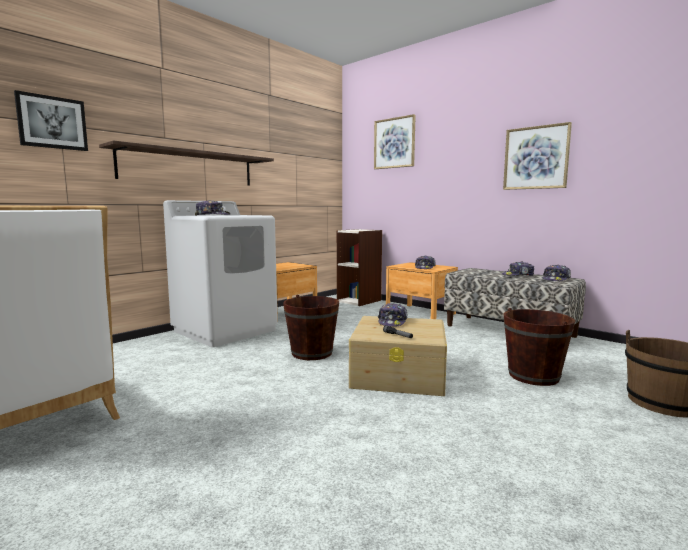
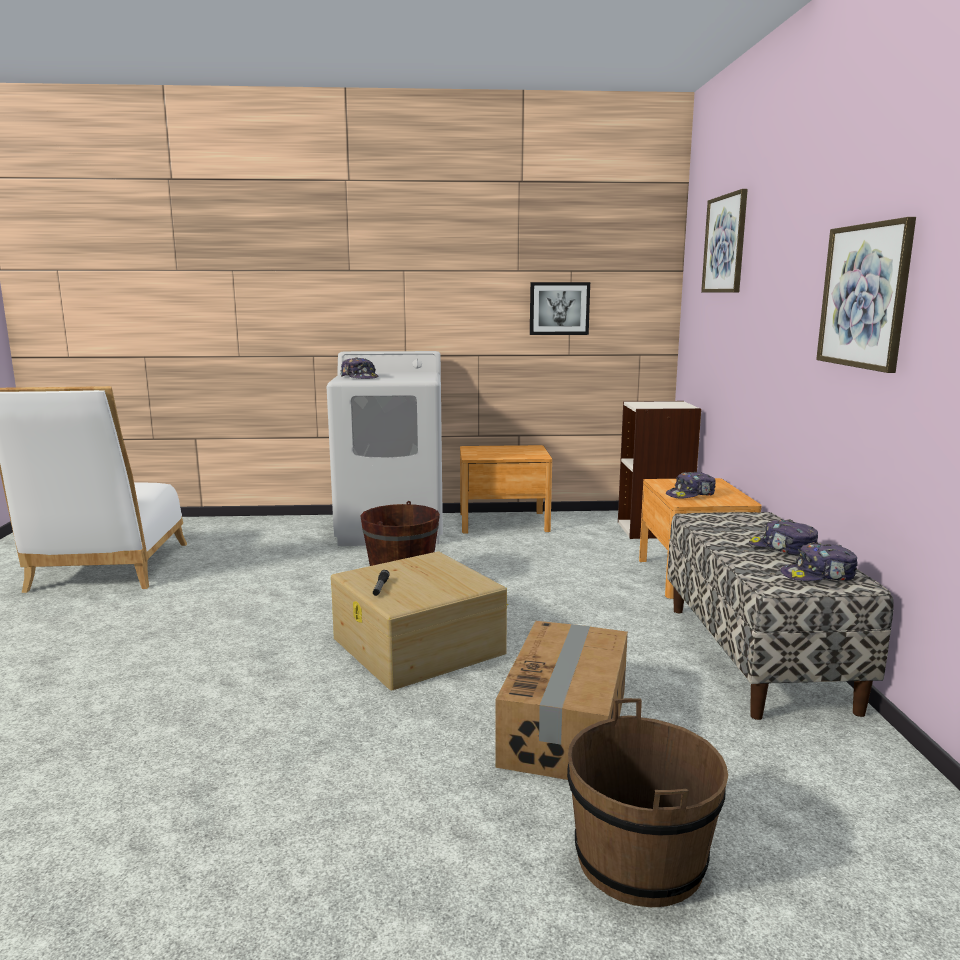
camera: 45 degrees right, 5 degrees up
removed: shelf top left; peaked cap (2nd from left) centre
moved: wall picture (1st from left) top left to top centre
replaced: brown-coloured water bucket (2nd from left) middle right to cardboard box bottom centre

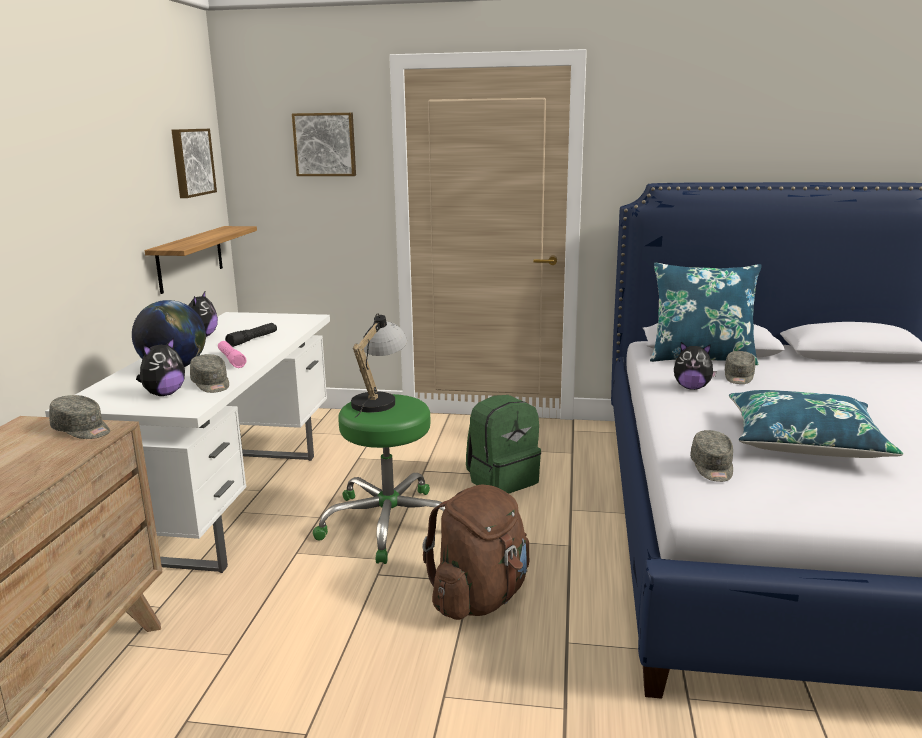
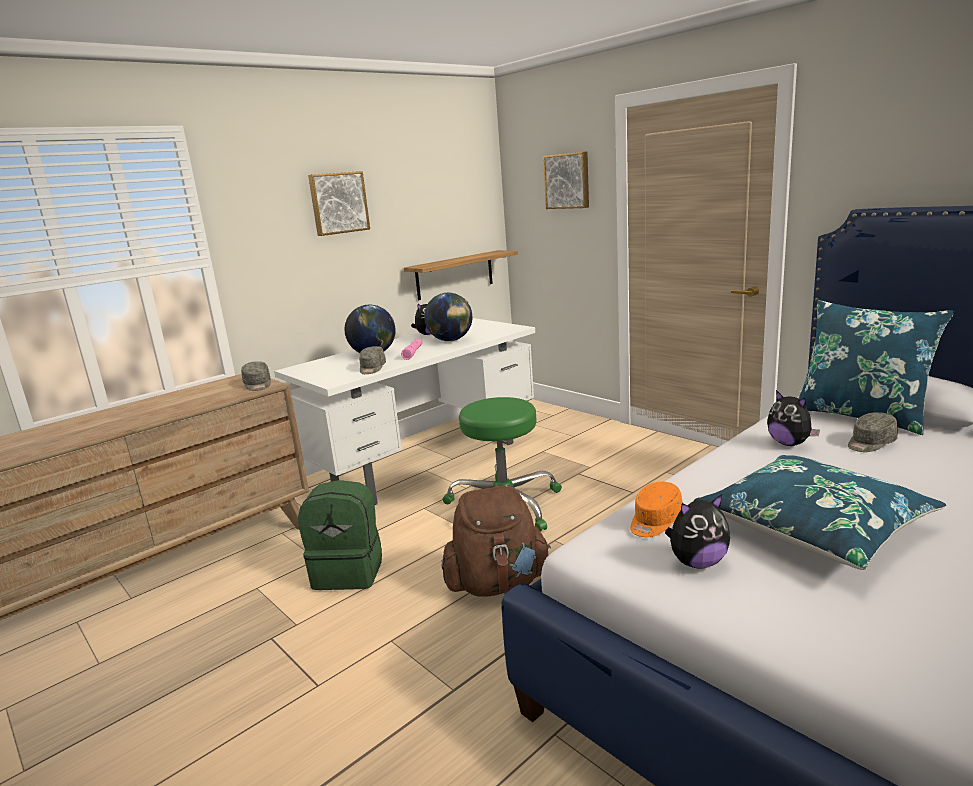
camera: 40 degrees right, 0 degrees up
removed: tabletop lamp centre
moved: wall picture (1st from left) top left to top centre; plush toy (1st from left in the first image) middle left to plush toy (2nd from left) bottom right; green knapsack centre to bottom centre
replaced: black flashlight middle left to globe (2nd from left) centre
recoloured: gray peaked cap (3rd from left) middle right to orangey peaked cap middle right

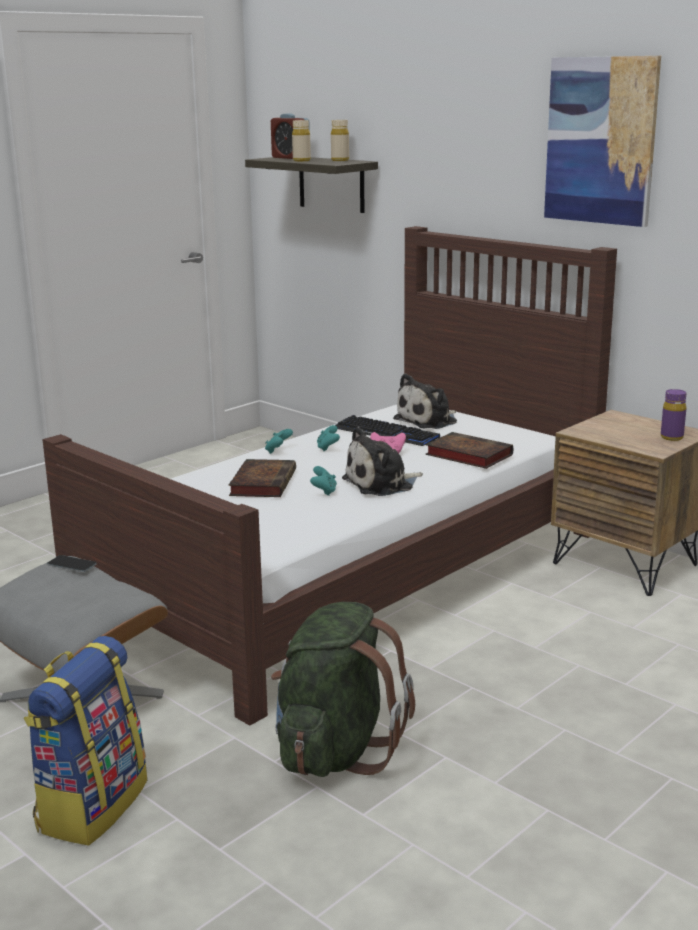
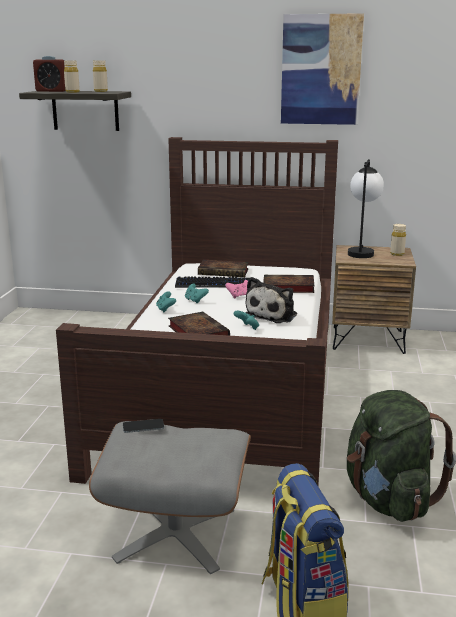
camera: 35 degrees left, 0 degrees up
added: tabletop lamp middle right
replaced: plush toy (2nd from left) centre to bound book (2nd from left) centre
recoloured: purple-coloured drink bottle middle right to beige drink bottle (3rd from left) middle right

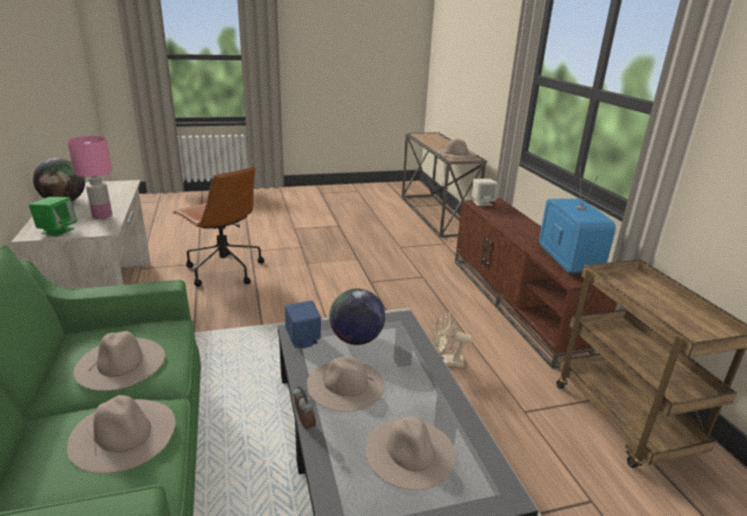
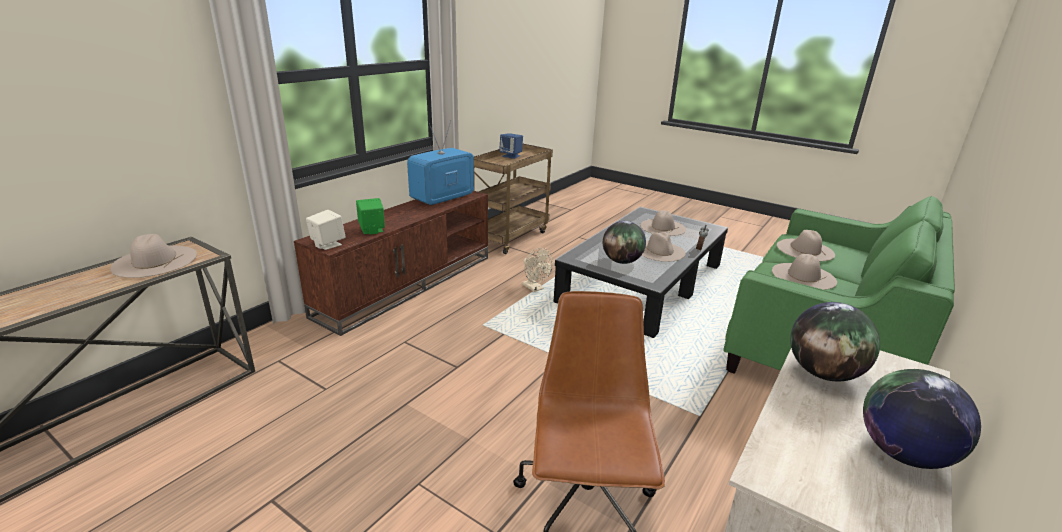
camera: 130 degrees left, 0 degrees up
moved: green loudspeaker middle left to centre; bluish loudspeaker centre to top centre
replaced: pink tabletop lamp middle left to globe (2nd from left) middle right

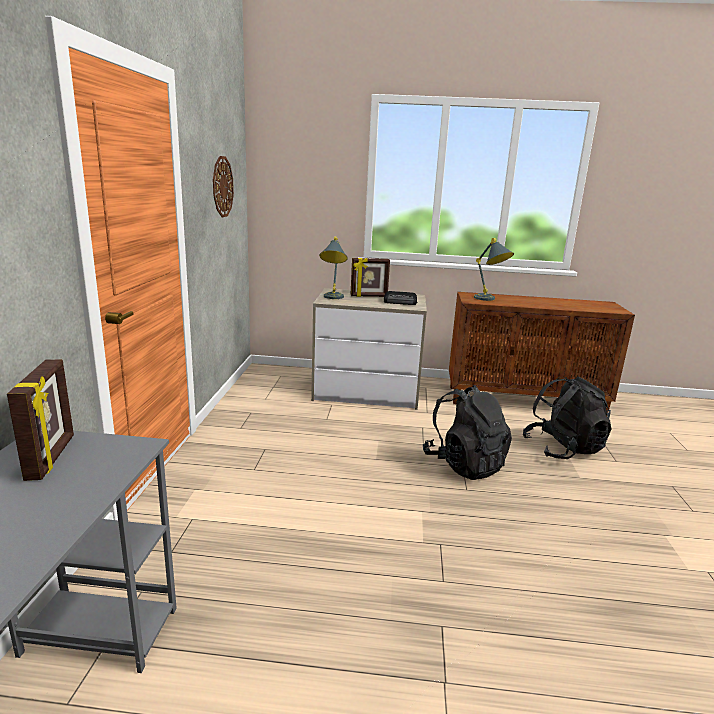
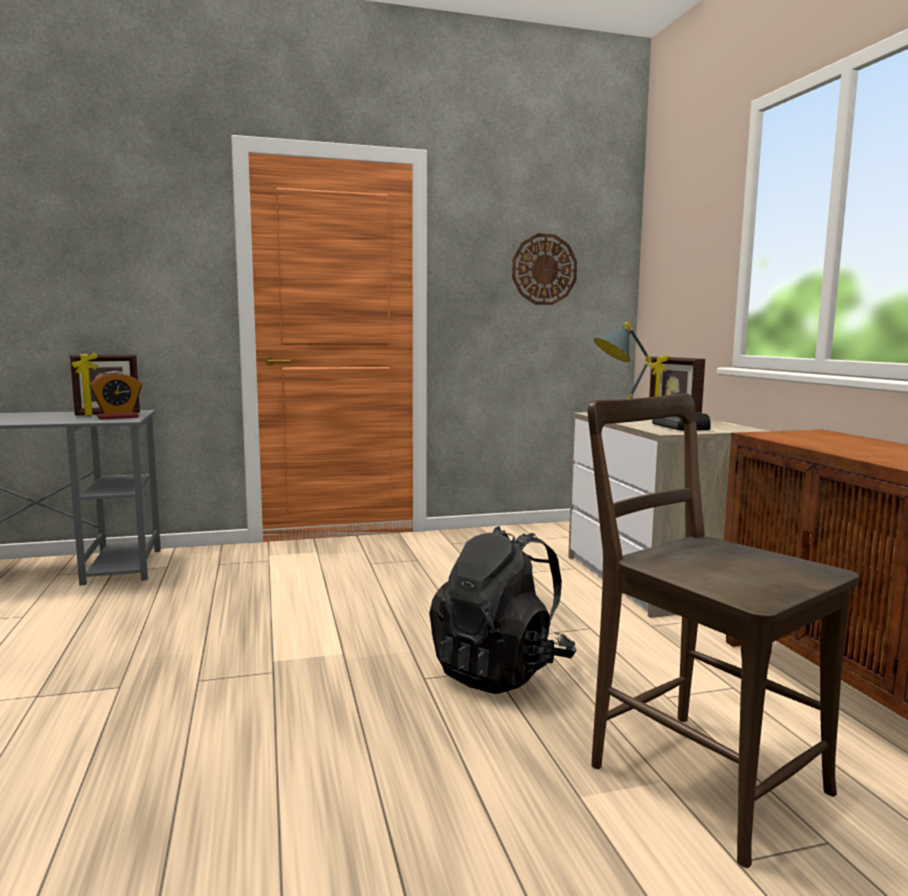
camera: 70 degrees right, 10 degrees down
removed: gray tabletop lamp (2nd from left) middle right
added: bedside clock middle left
replaced: black knapsack (2nd from left) middle right to brown-coloured plain chair bottom right

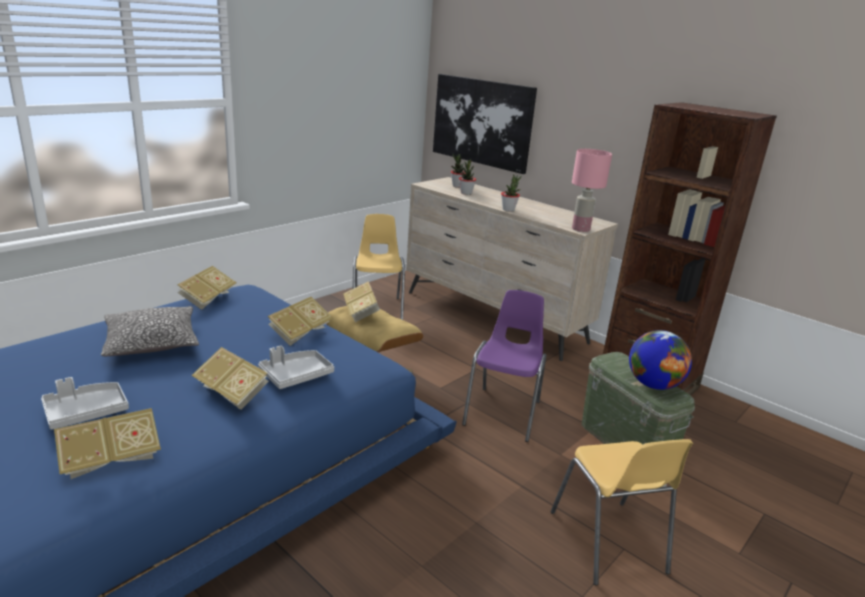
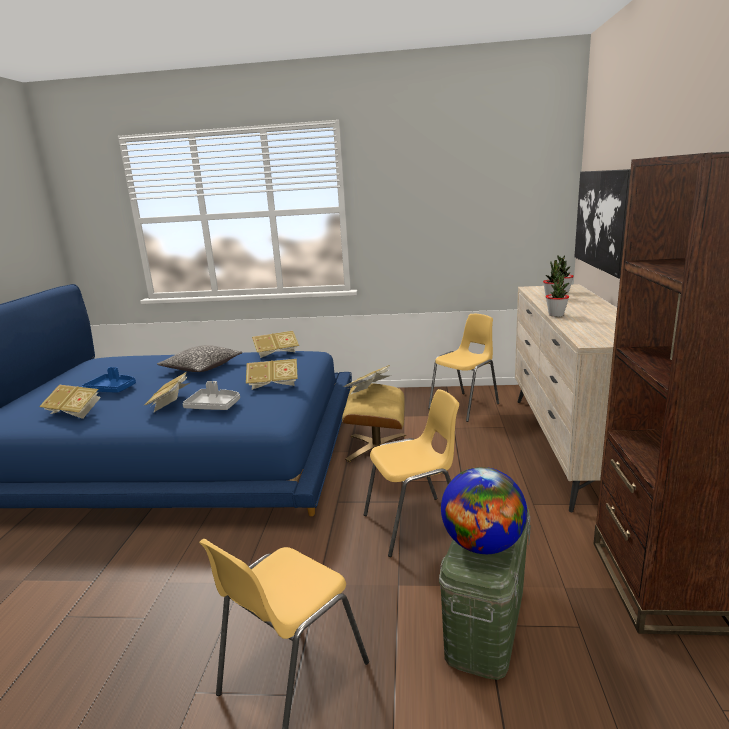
camera: 55 degrees right, 5 degrees down
removed: pink tabletop lamp top right
recoloured: purple-coloured plain chair centre to yellow plain chair (2nd from left) centre; gray carrying tray (1st from left) bottom left to bluish carrying tray middle left

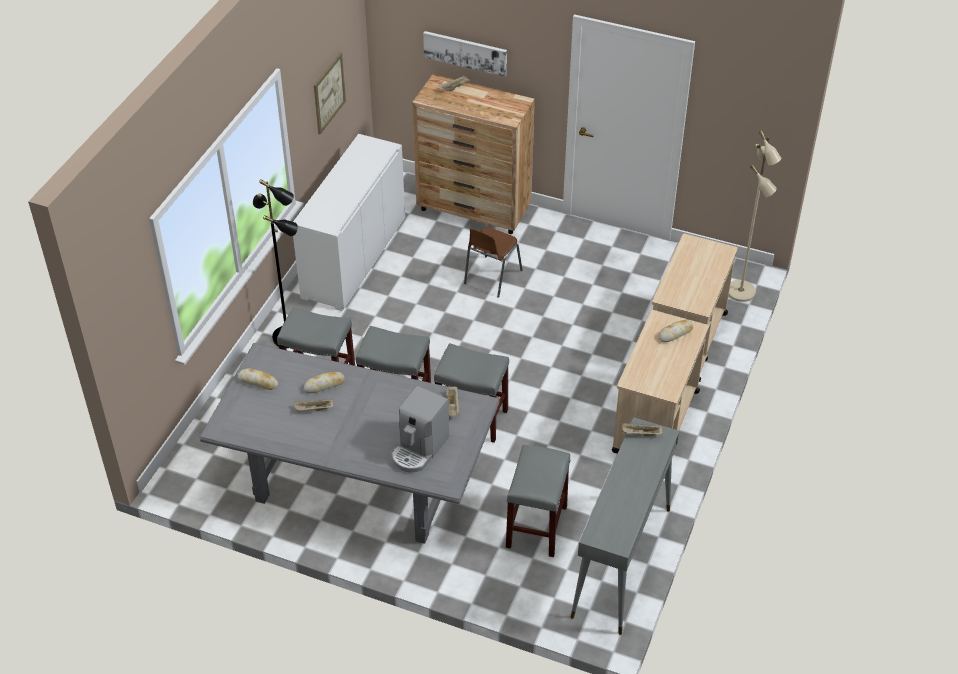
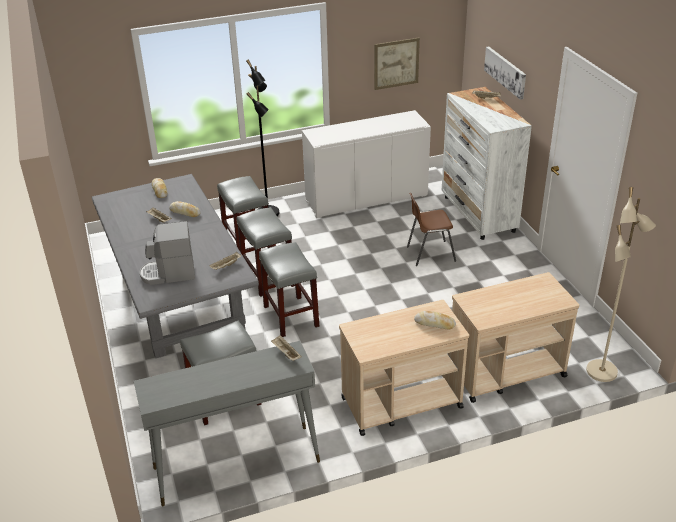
camera: 50 degrees right, 10 degrees down
recoloured: brown-coloured drawer chest top centre to white drawer chest top right

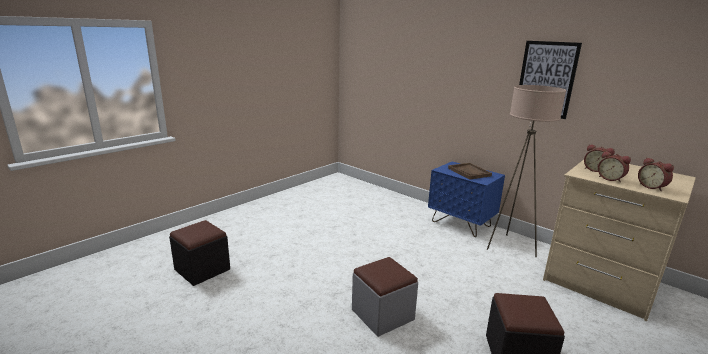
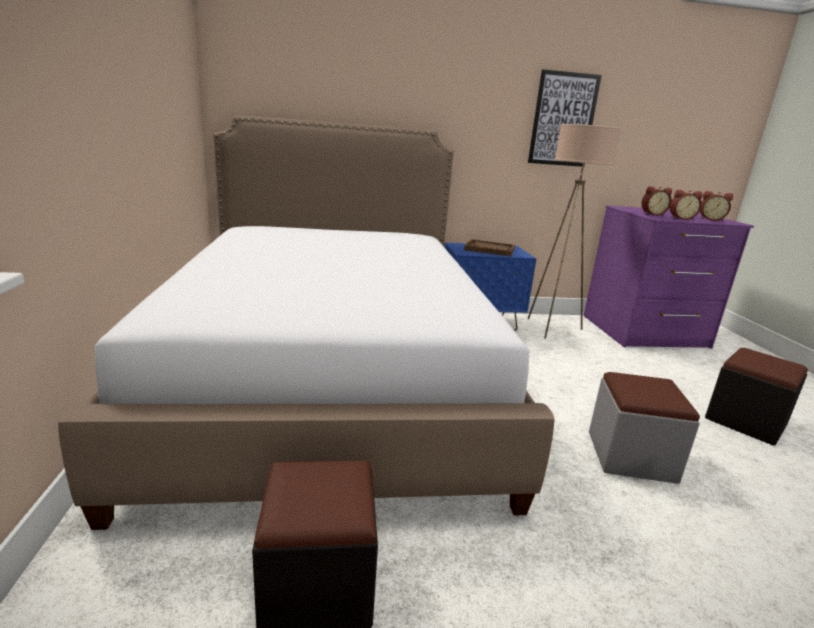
camera: 50 degrees left, 0 degrees up
added: bed centre
recoloured: beige drawer chest bottom right to purple-coloured drawer chest middle right

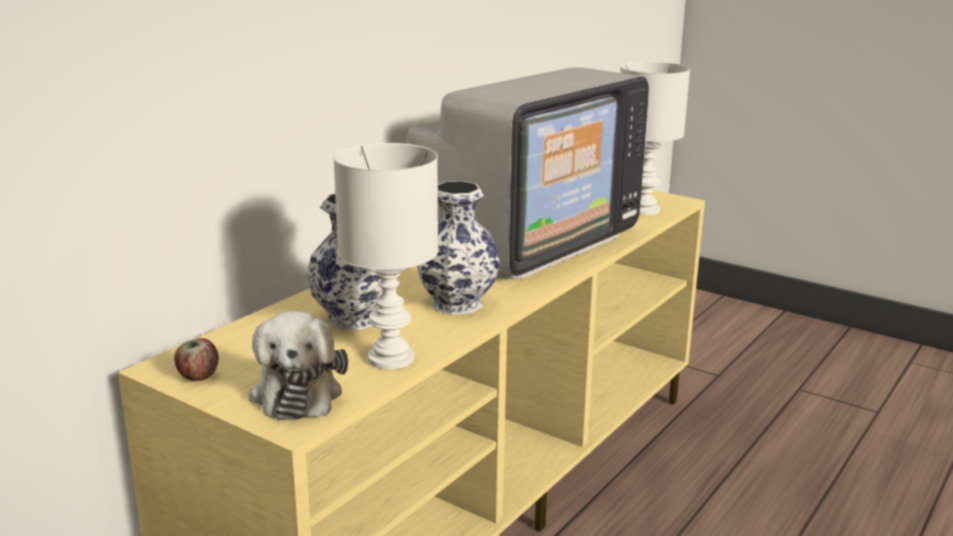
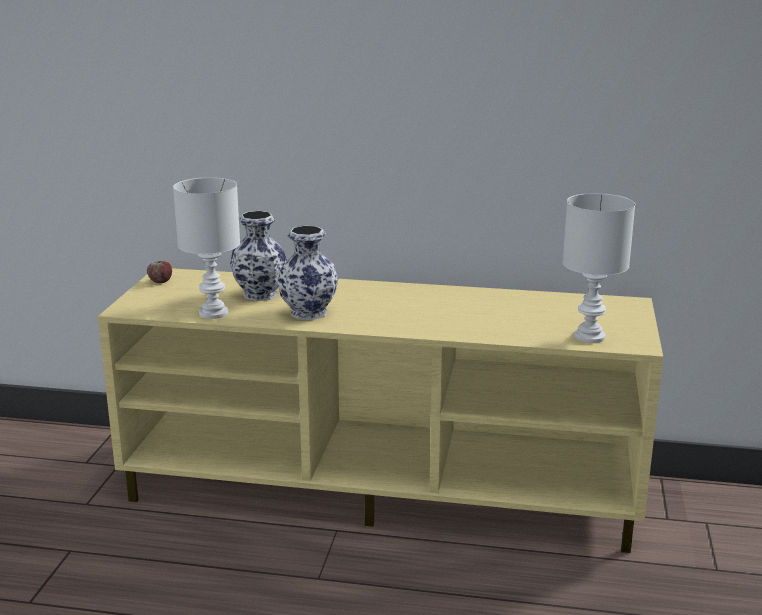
camera: 65 degrees right, 0 degrees up
removed: TV top centre; plush toy bottom left

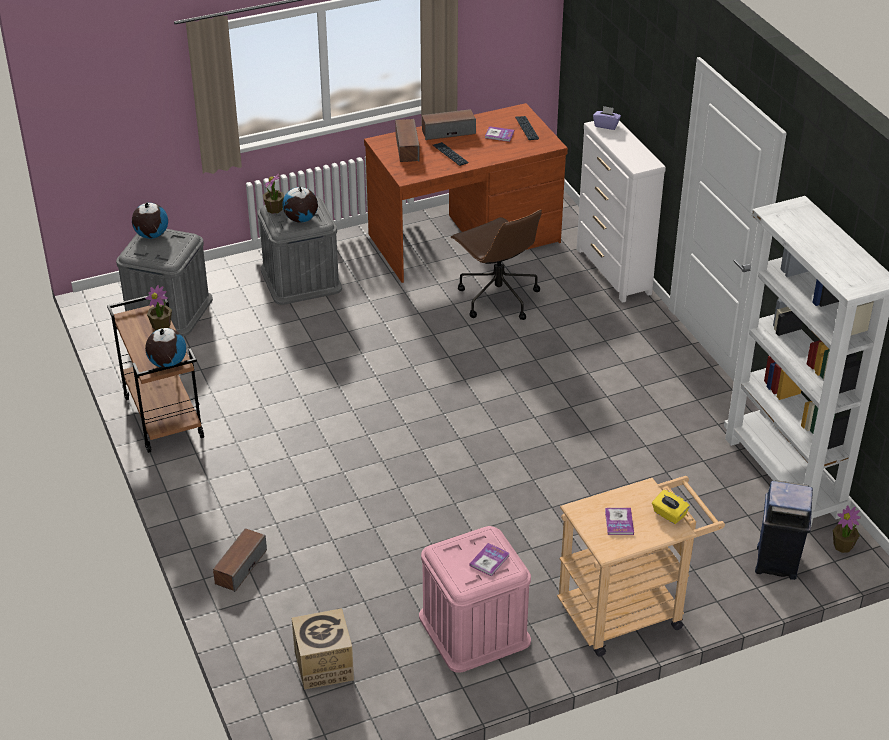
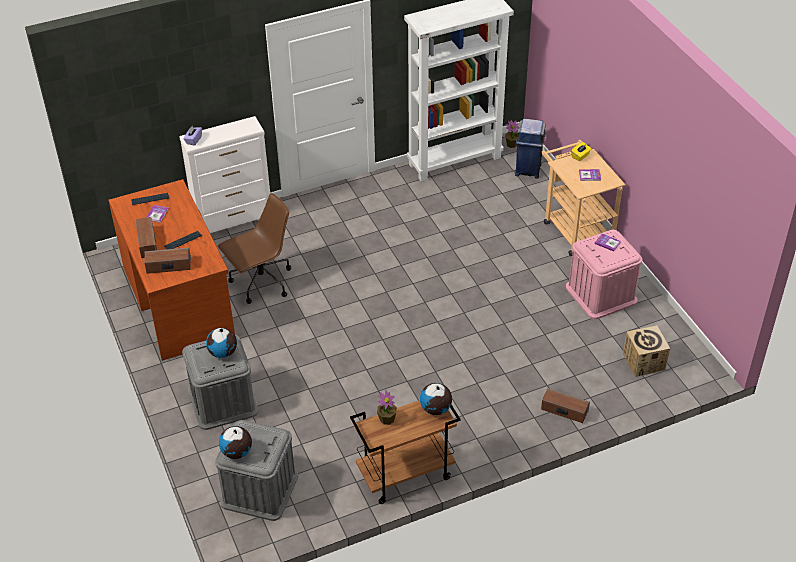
camera: 90 degrees left, 5 degrees up
removed: plant in a pot (2nd from left) top left

